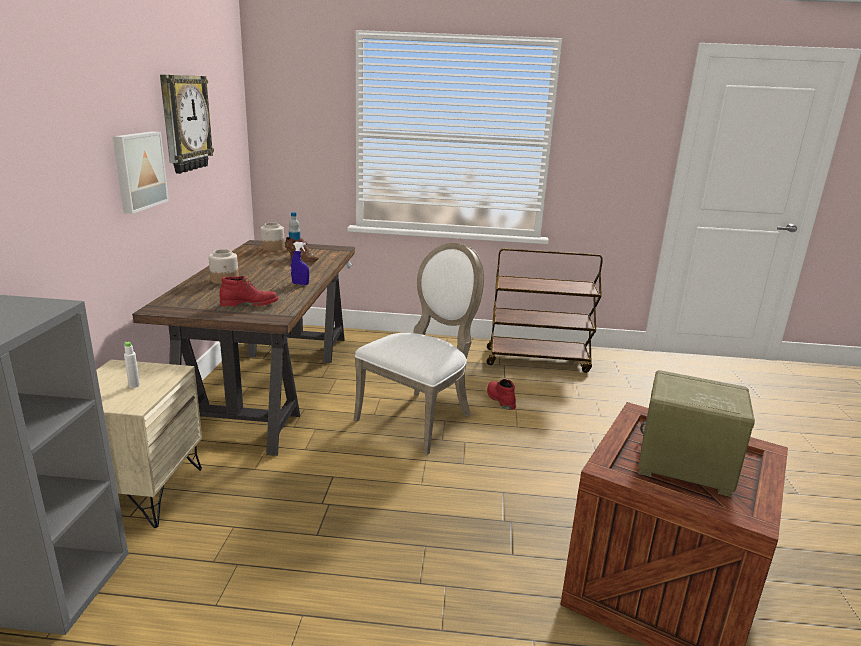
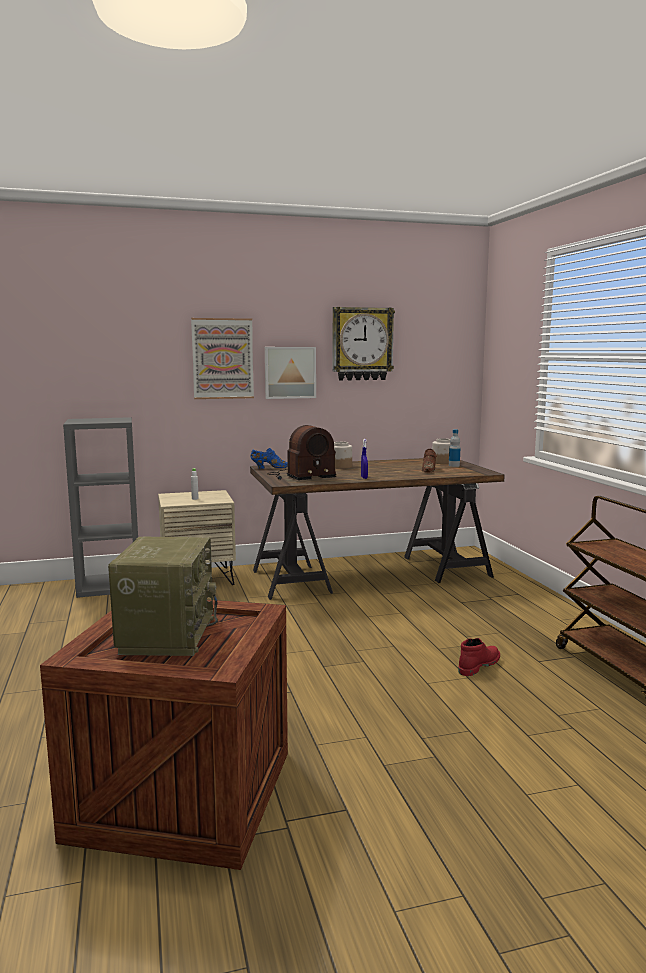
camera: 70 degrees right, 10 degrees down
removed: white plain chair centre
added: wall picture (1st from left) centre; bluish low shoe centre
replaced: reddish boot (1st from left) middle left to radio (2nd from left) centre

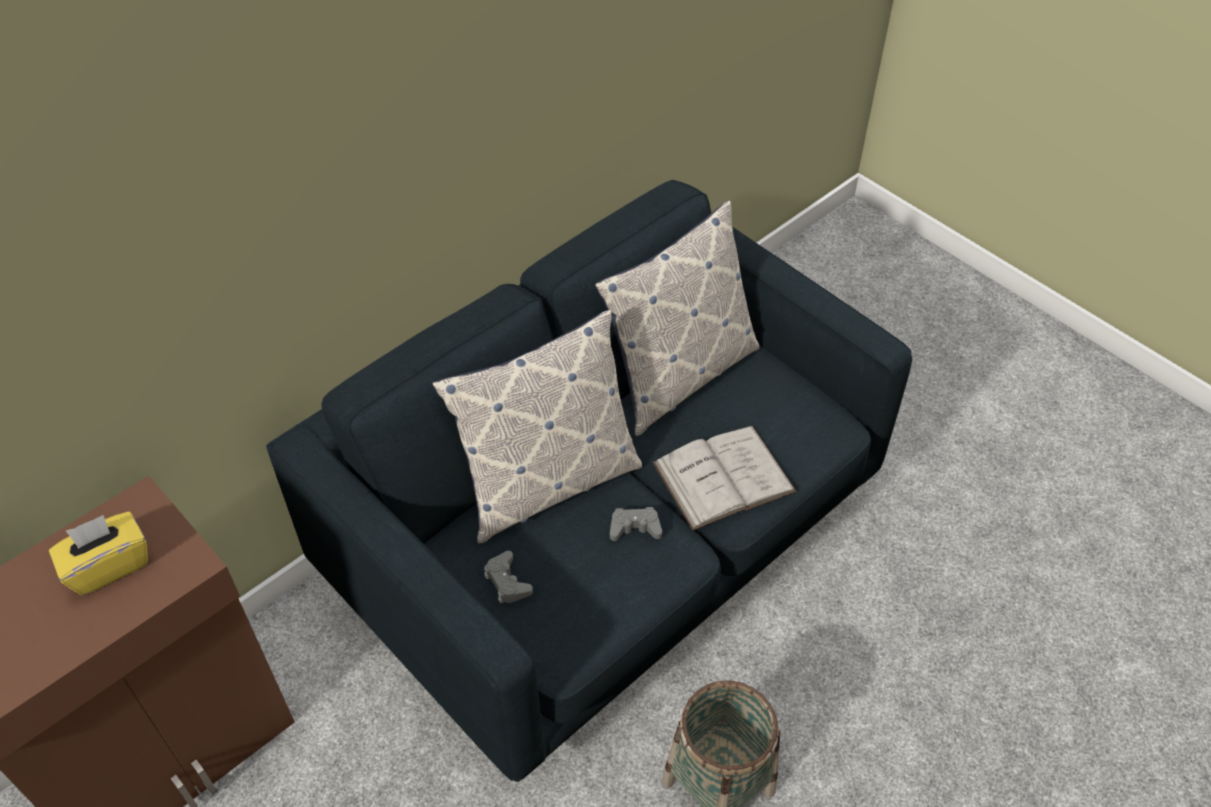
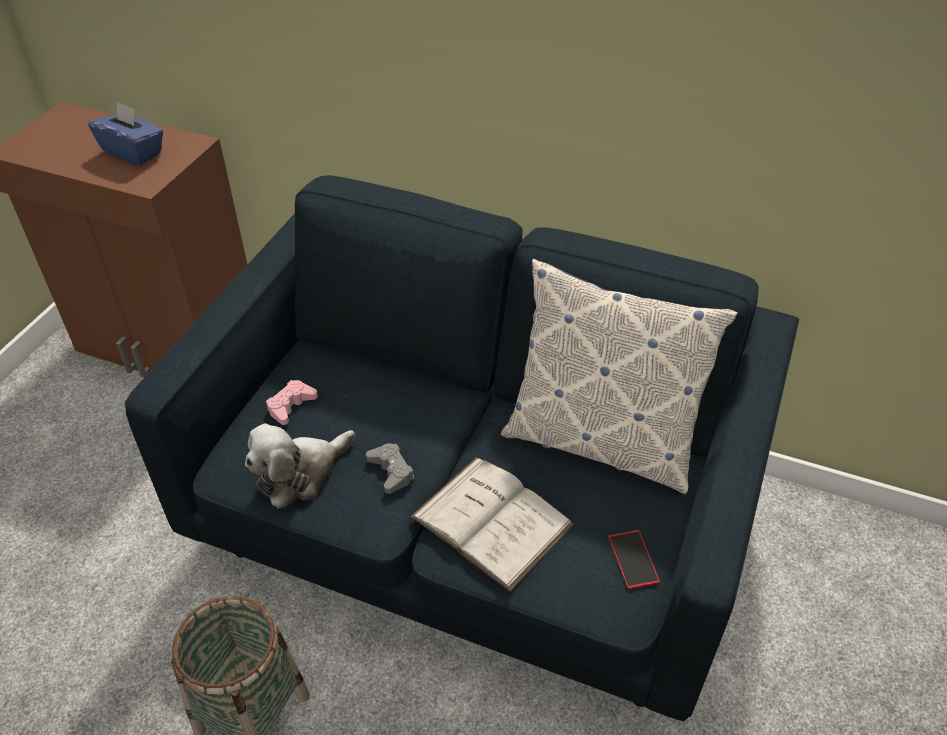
camera: 65 degrees right, 5 degrees down
removed: pillow (1st from left) centre
added: plush toy middle left; telephone bottom right
recoloured: yellow box of tissues bottom left to bluish box of tissues top left; gray gamepad (1st from left) bottom centre to pink gamepad middle left

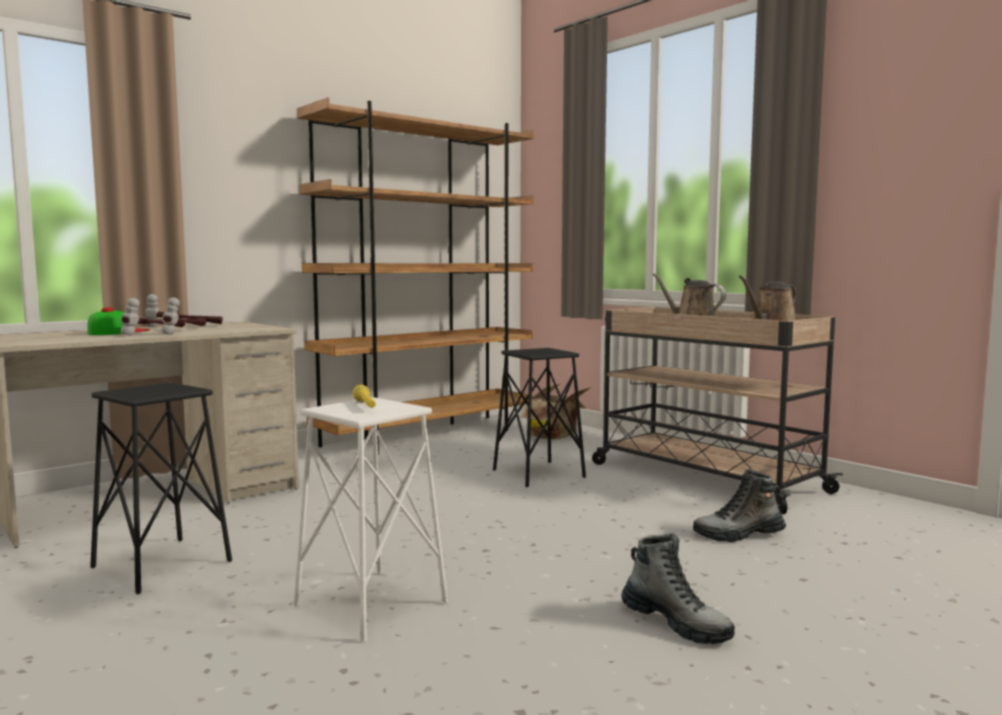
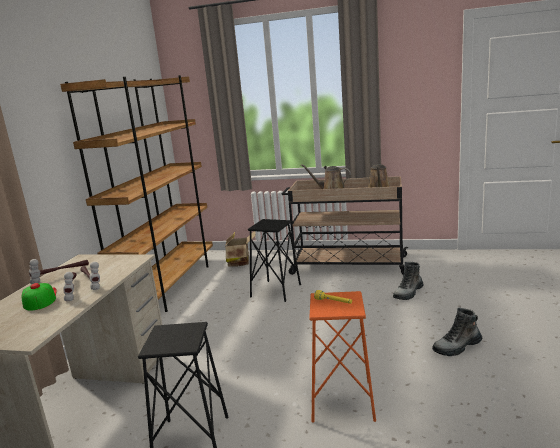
camera: 35 degrees left, 10 degrees up
recoloured: white sitting stool bottom centre to orangey sitting stool bottom centre
turned: boot (1st from left in the first image) bottom right = bottom right 150 degrees clockwise

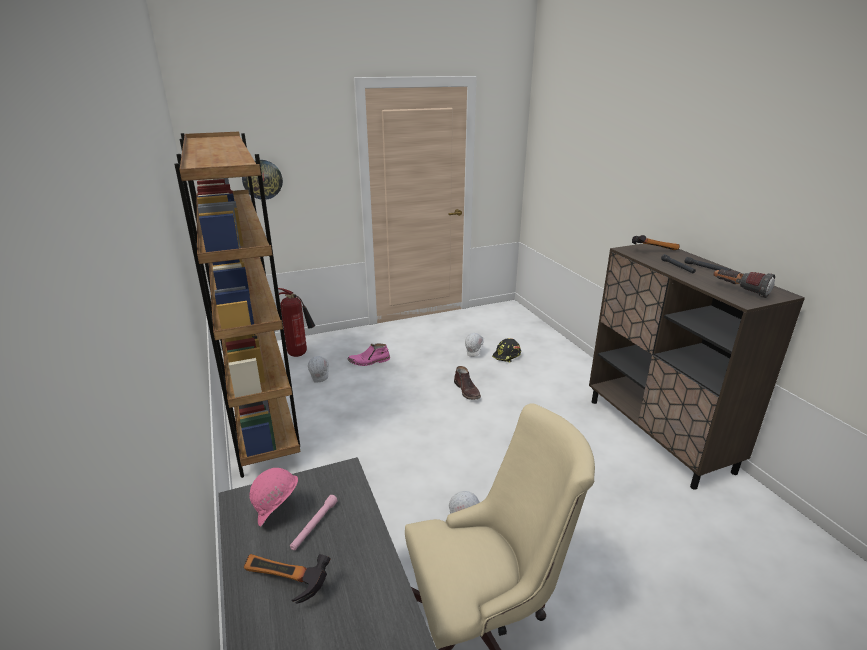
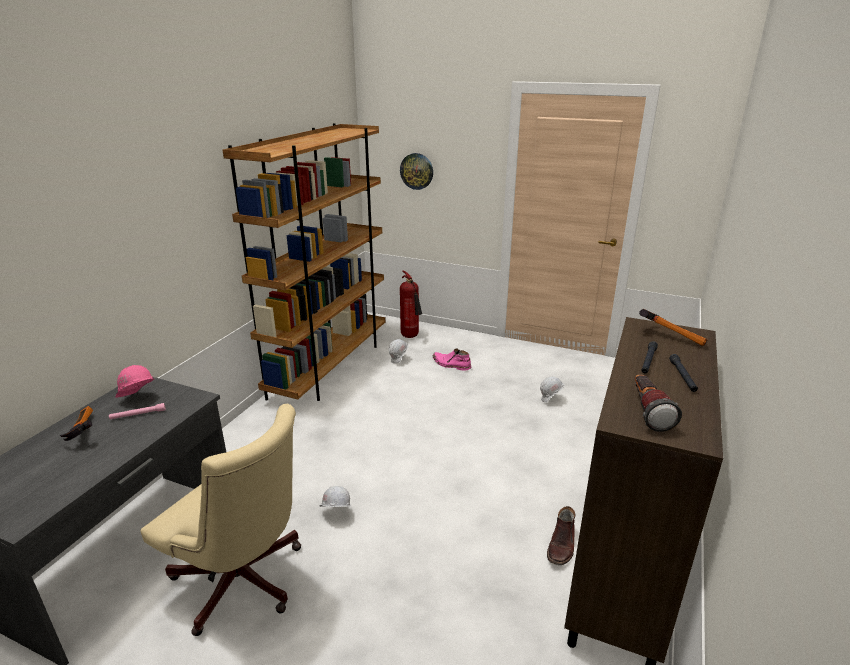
camera: 45 degrees right, 0 degrees up
removed: black hard hat centre
moved: brown-coloured boot centre to bottom centre

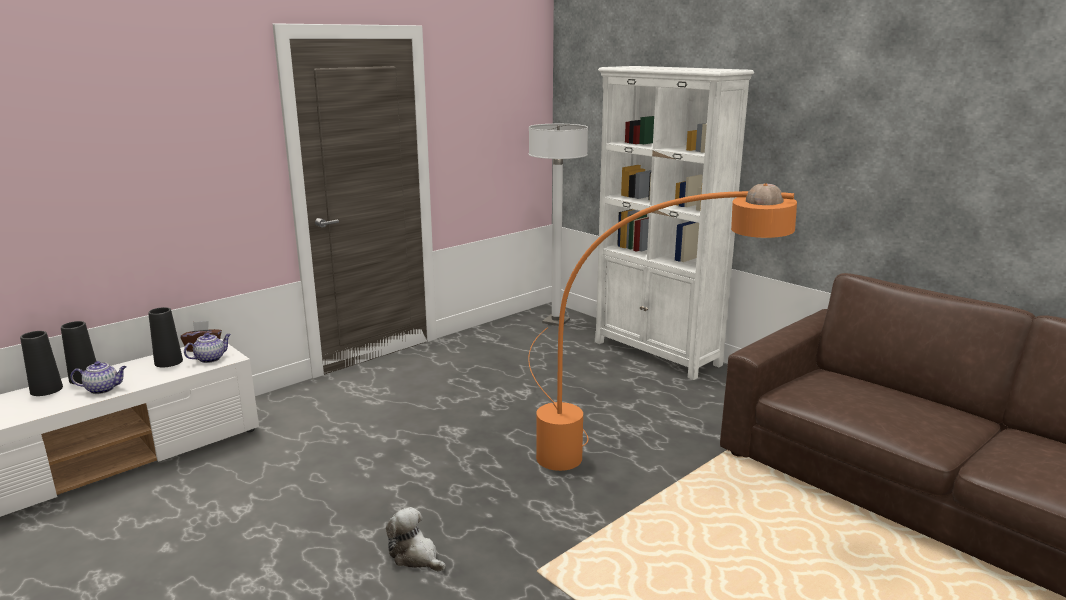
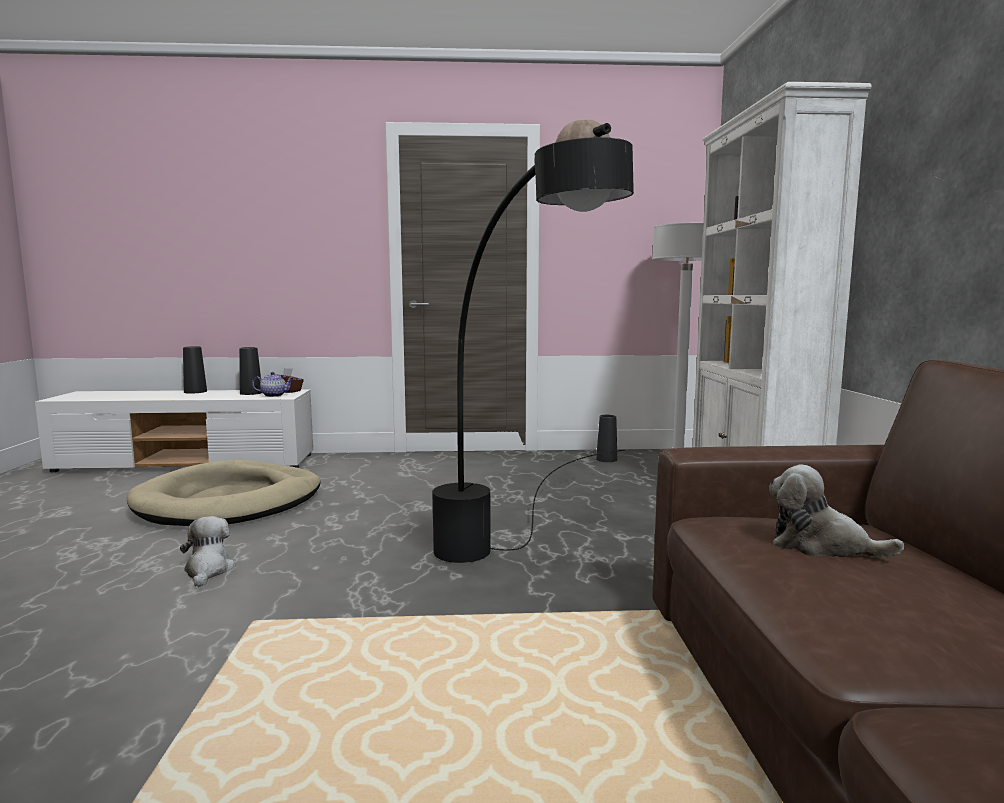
camera: 40 degrees right, 10 degrees down
removed: pot for tea (1st from left) middle left
added: beige dog cushion middle left; plush toy (2nd from left) middle right
moved: black flower vase (1st from left in the first image) middle left to black flower vase (3rd from left) centre
recoloured: orangey standing lamp centre to black standing lamp centre

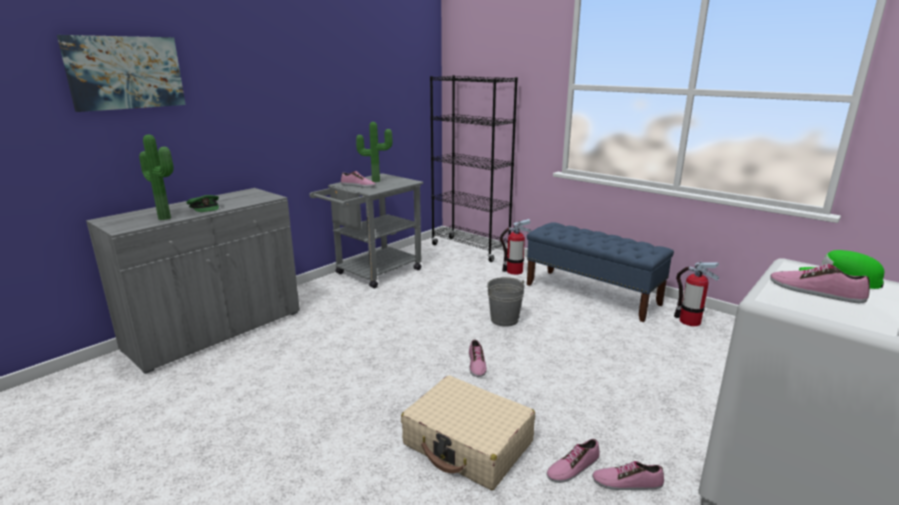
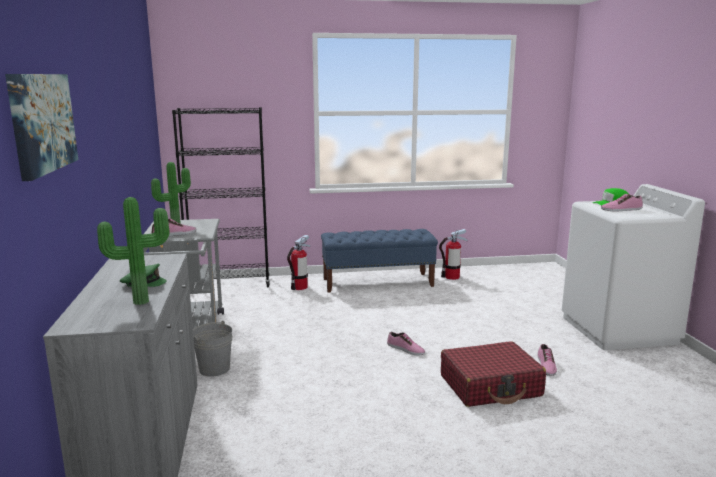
camera: 50 degrees left, 5 degrees down
removed: low shoe (4th from left) bottom right
moved: gray water bucket centre to bottom left
recoloured: beige travel case bottom centre to reddish travel case bottom right

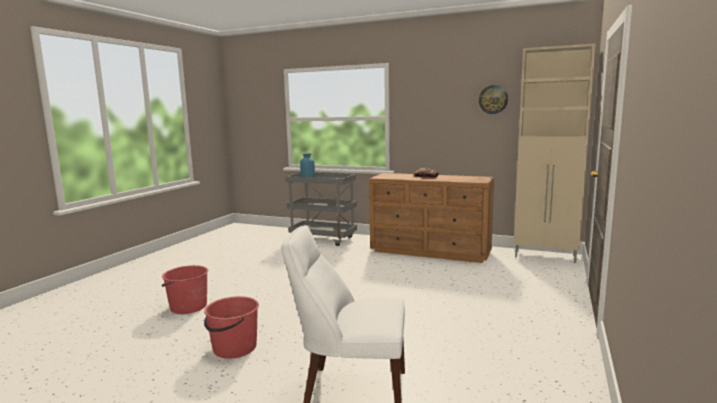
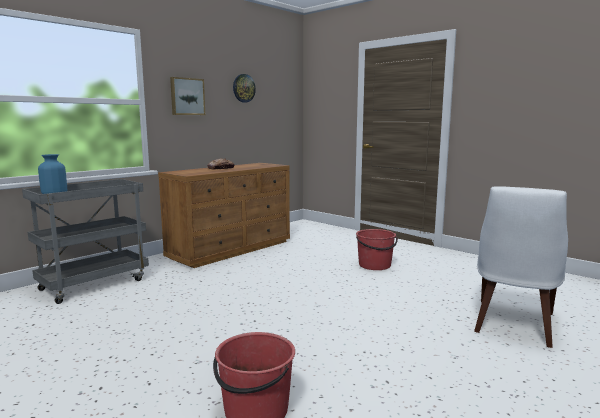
camera: 70 degrees left, 0 degrees up
removed: beige cabinet middle right
added: wall picture top left
moved: reddish water bucket (2nd from left) bottom left to centre

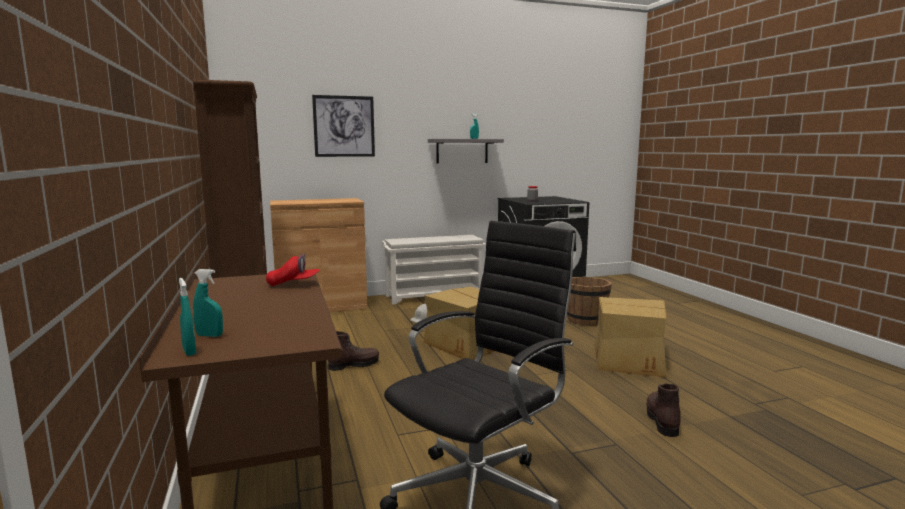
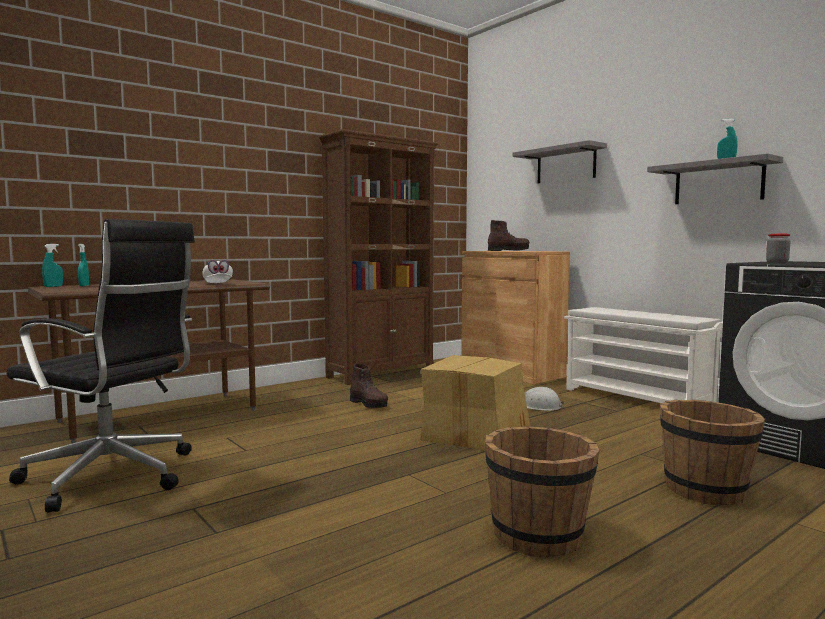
camera: 70 degrees right, 5 degrees down
moved: brown-coloured boot (2nd from left) bottom right to centre
replaced: wall picture top centre to gray shelf (1st from left) top right; cardboard box (2nd from left) middle right to brown-coloured water bucket (1st from left) bottom centre
recoloured: reddish peaked cap middle left to white peaked cap middle left

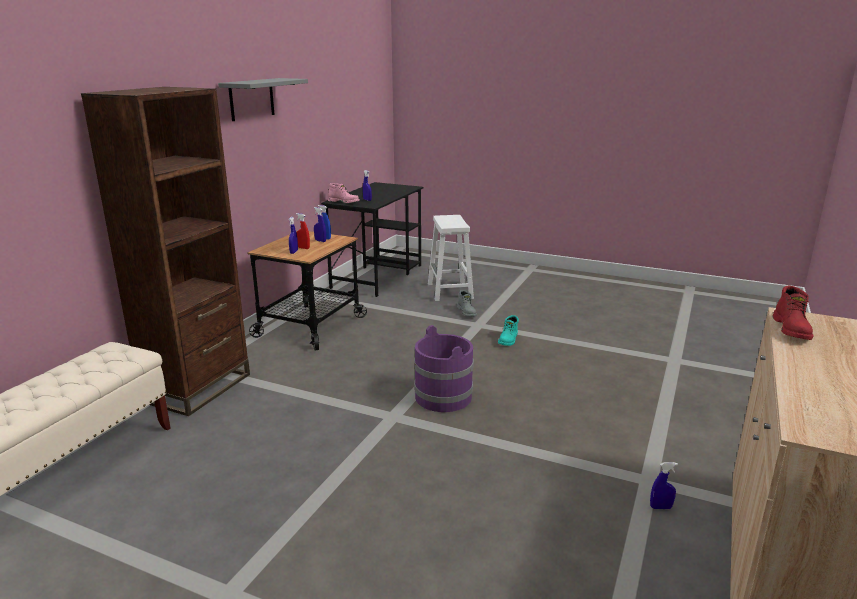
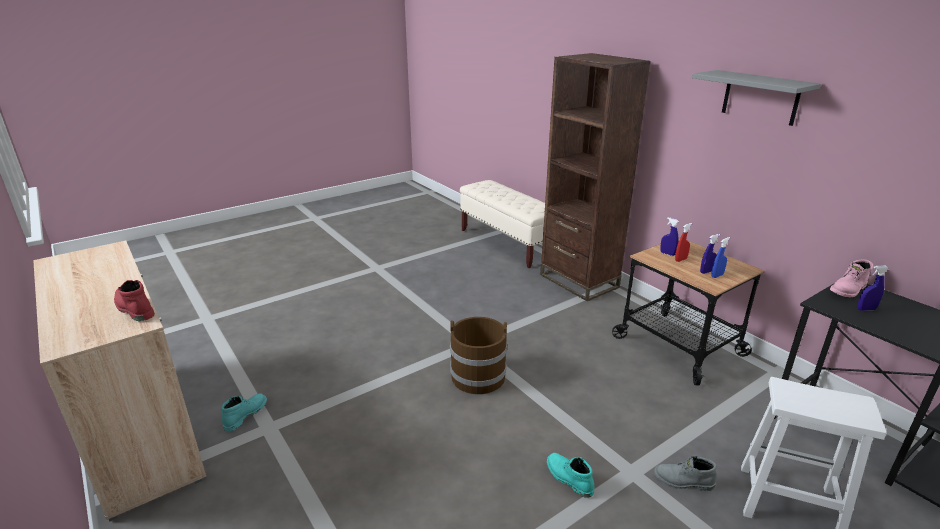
camera: 120 degrees right, 5 degrees up
replaced: bluish sprayer (5th from left) bottom right to blue-green boot (1st from left) bottom left
recoloured: purple-coloured water bucket centre to brown-coloured water bucket bottom centre

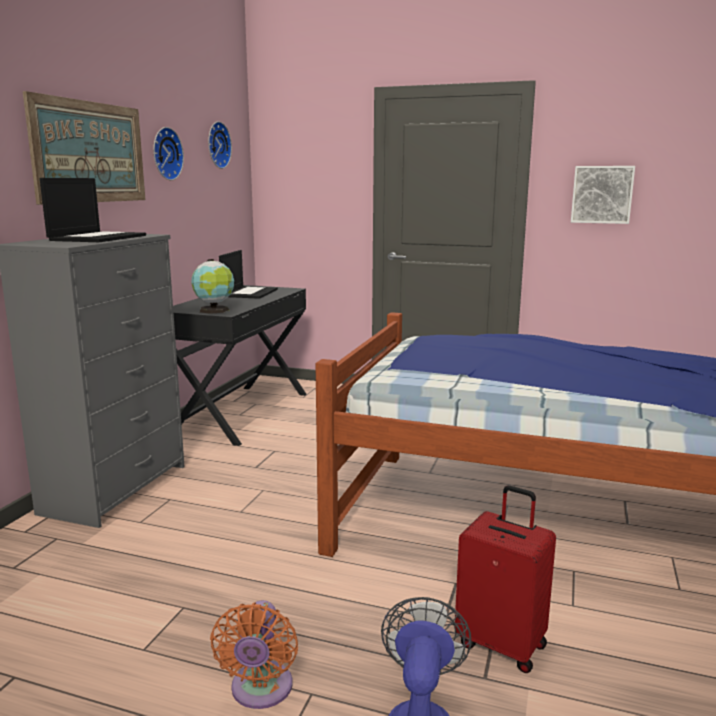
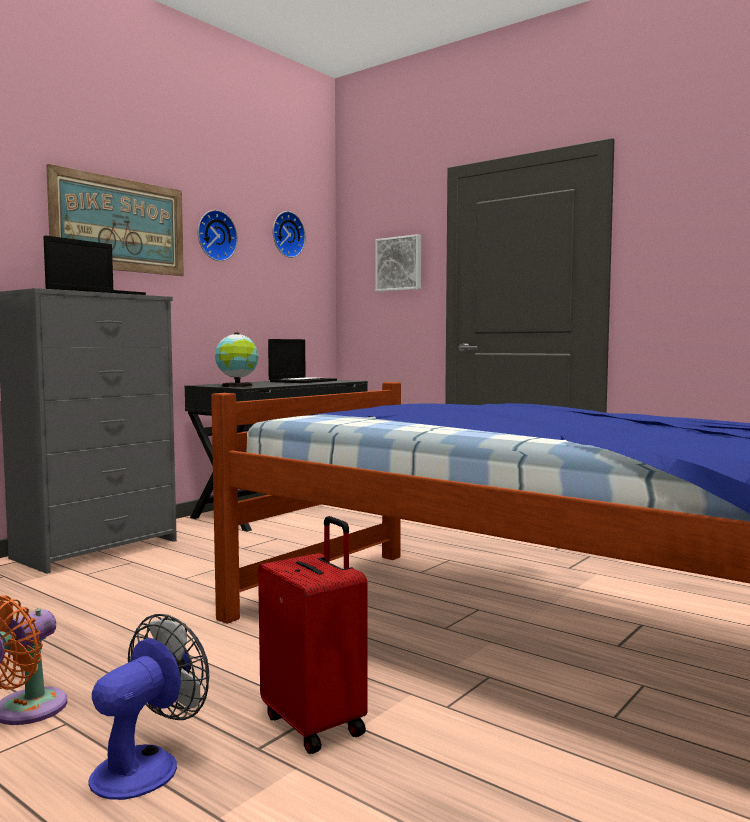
camera: 20 degrees right, 10 degrees down
moved: wall picture (2nd from left) top right to top centre

